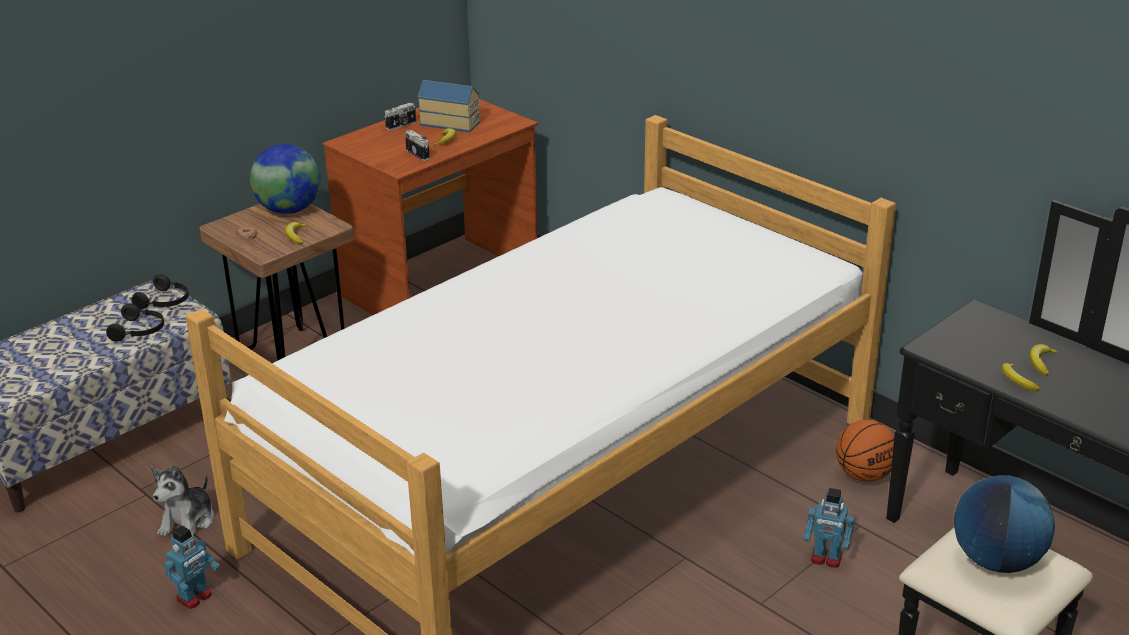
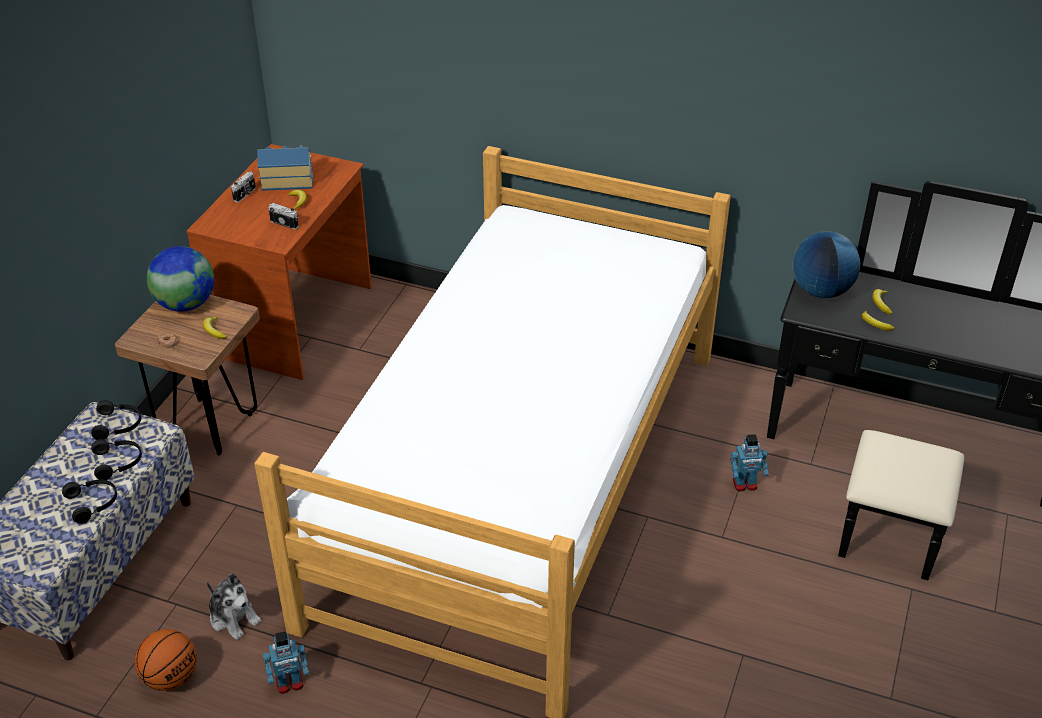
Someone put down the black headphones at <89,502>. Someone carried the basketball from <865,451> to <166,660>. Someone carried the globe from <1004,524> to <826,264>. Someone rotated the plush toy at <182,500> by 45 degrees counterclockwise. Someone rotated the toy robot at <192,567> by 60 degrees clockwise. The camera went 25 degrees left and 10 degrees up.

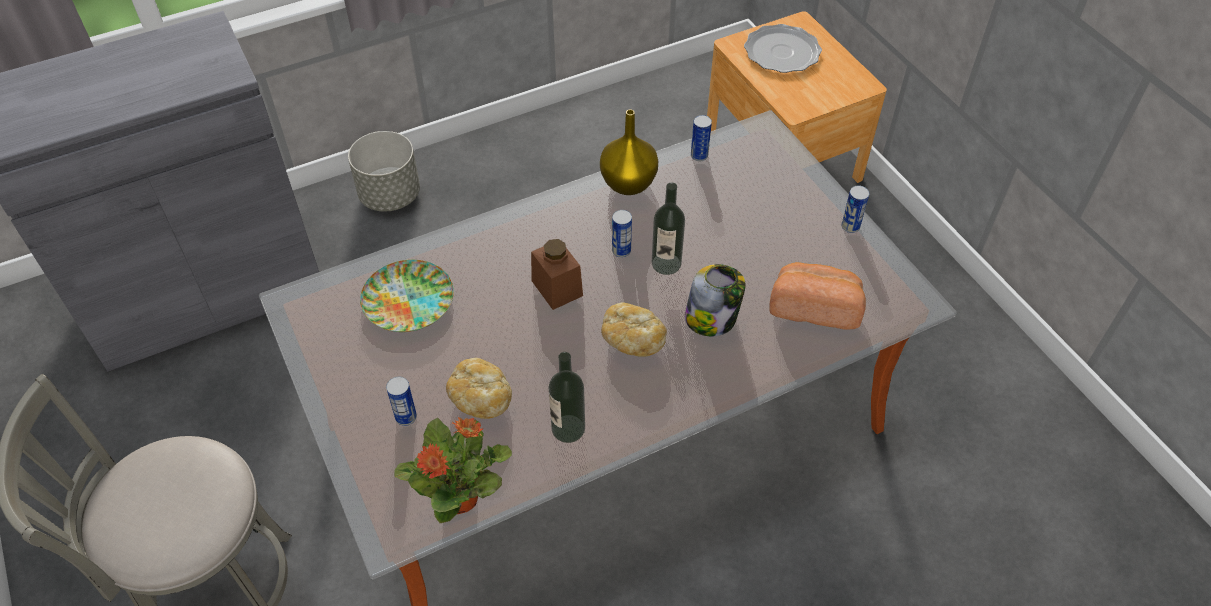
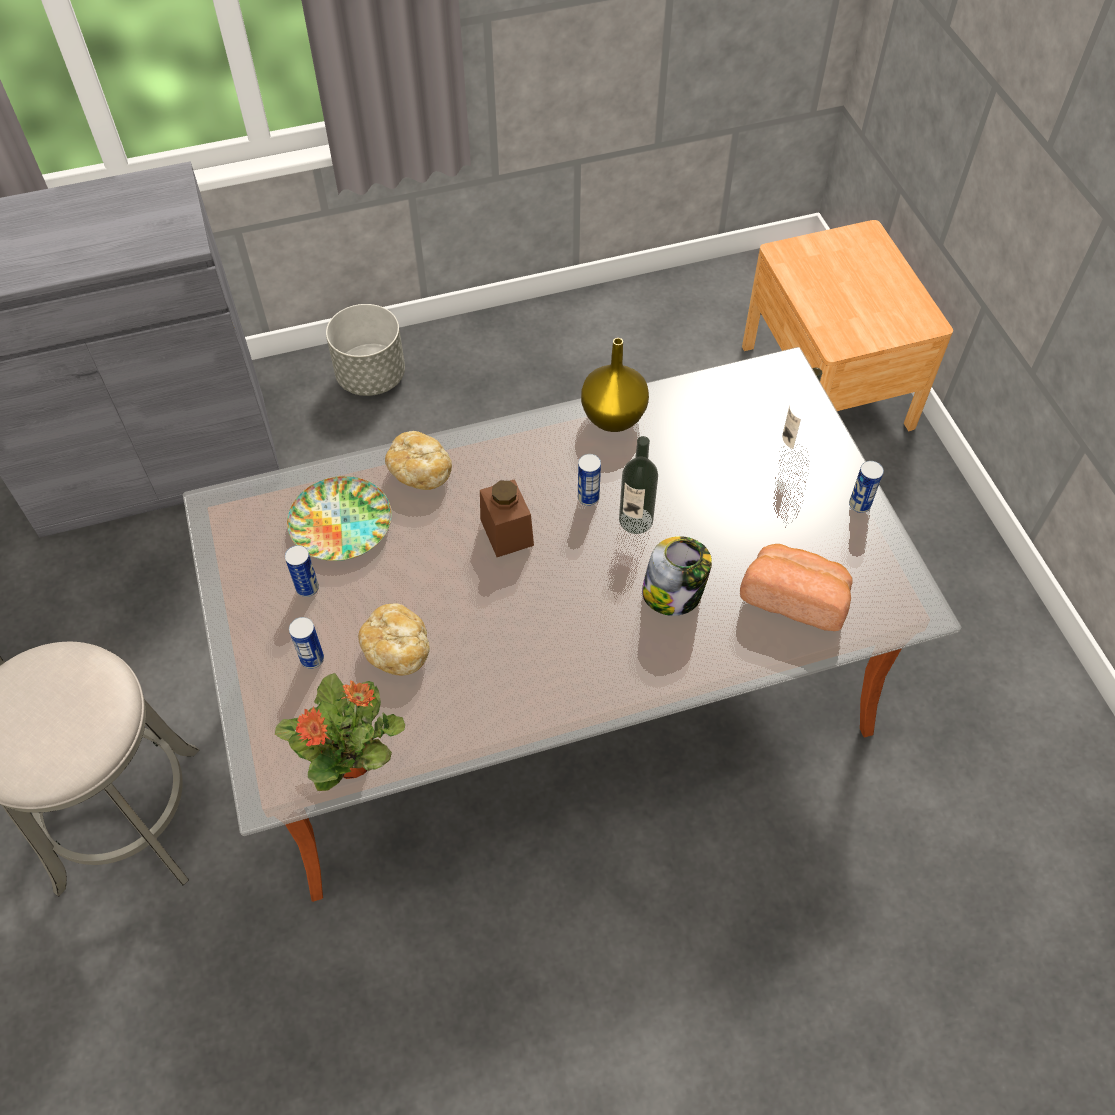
Someone took away the plate at <783,48>. Someone carried the bottle from <566,397> to <802,417>. Someone carried the bread from <634,330> to <418,460>. Someone carried the can from <701,138> to <302,571>. The camera went 10 degrees right and 5 degrees up.

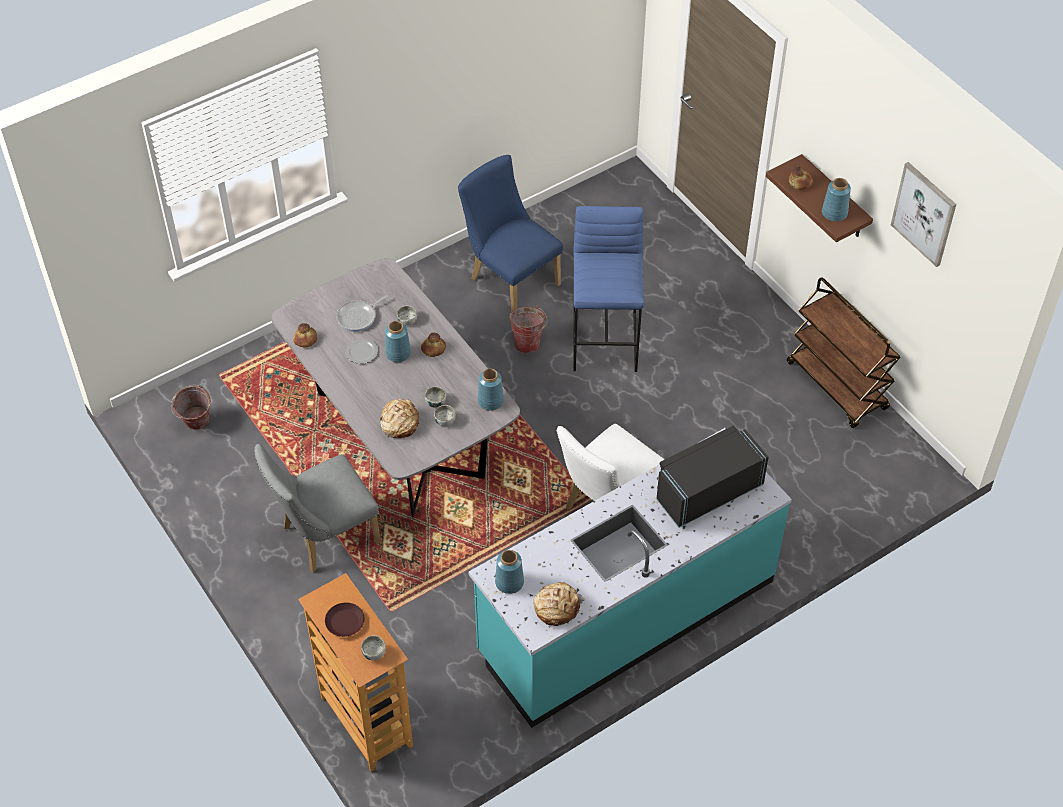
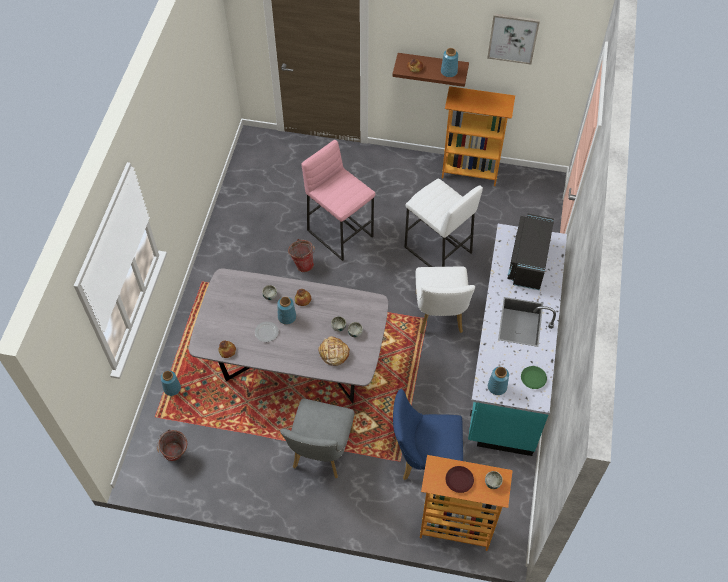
Someone took away the frying pan at <362,313>. Someone put down the white stool at <443,223>. Someone carried the blue chair from <510,233> to <428,434>. Someone carried the blue vase from <491,390> to <171,383>. Someone swapped the bread at <559,604> for the green plate at <534,377>. Someone swapped the brown cart at <844,352> for the bookcase at <478,136>. Someone repainted the blue stool at <608,289>, which became the pink stool at <338,200>. The camera went 45 degrees left and 5 degrees up.

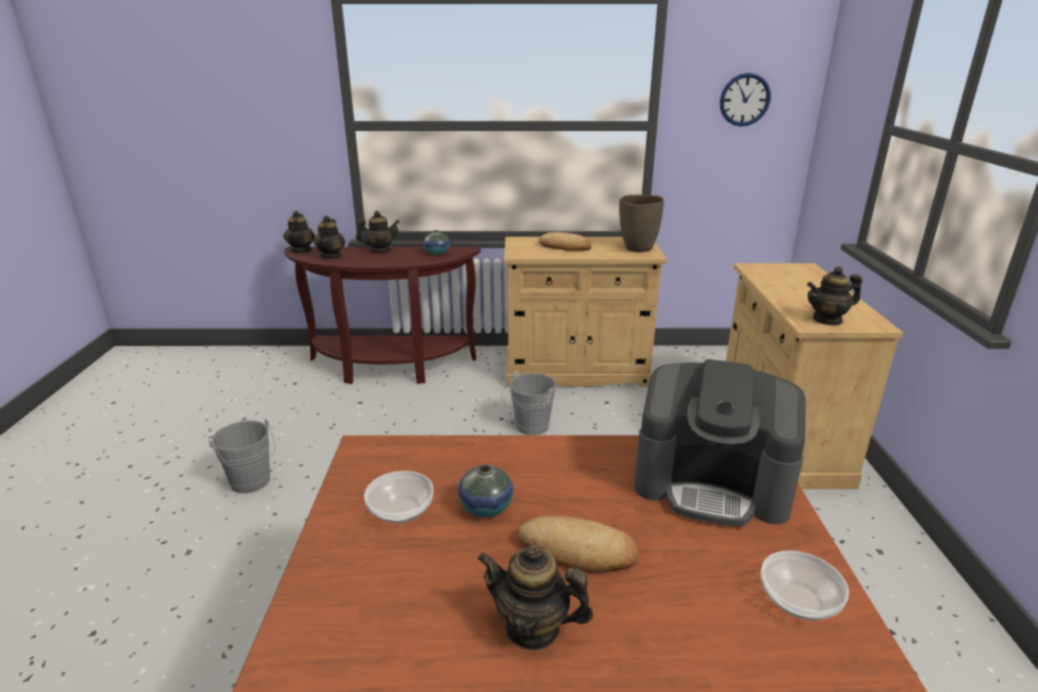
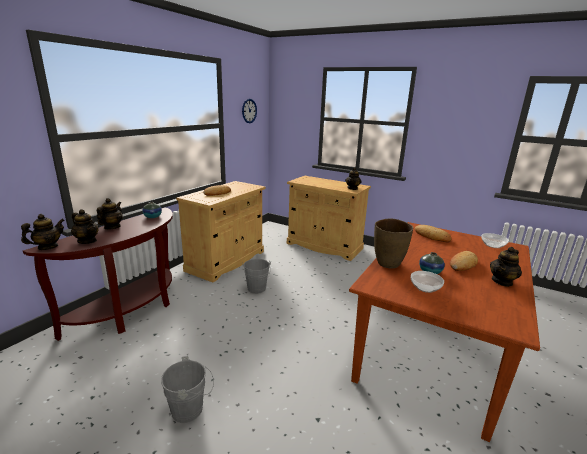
Someone carried the brown vase from <641,223> to <393,243>. Someone swapped the coffee machine at <720,442> for the bread at <433,233>. Someone rotated the teapot at <299,231> by 75 degrees counterclockwise. The camera went 60 degrees left and 5 degrees down.

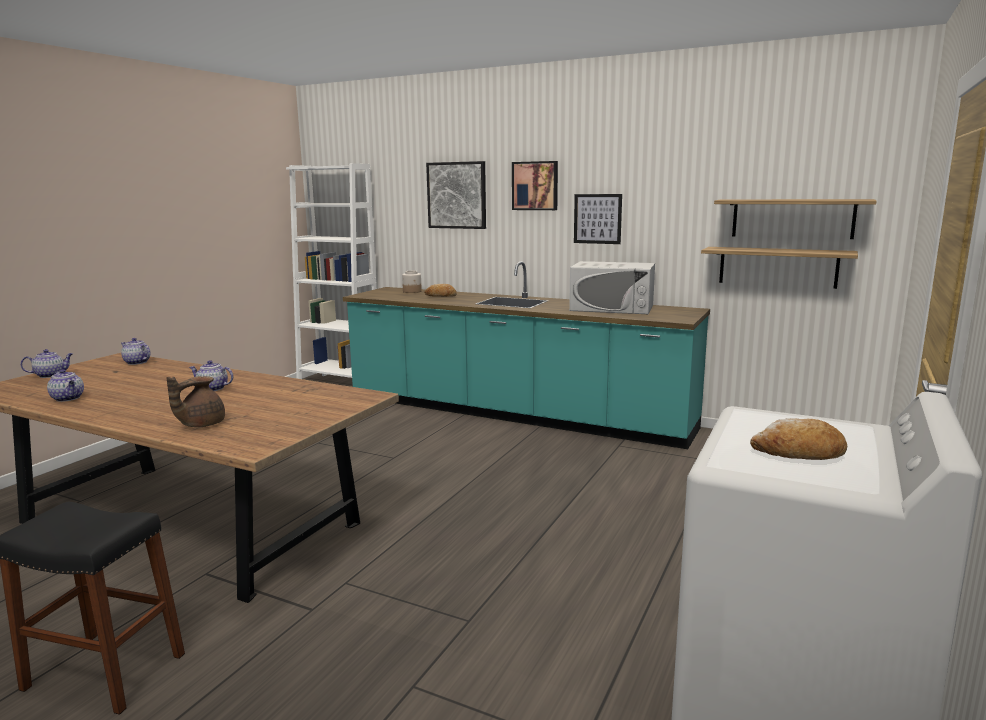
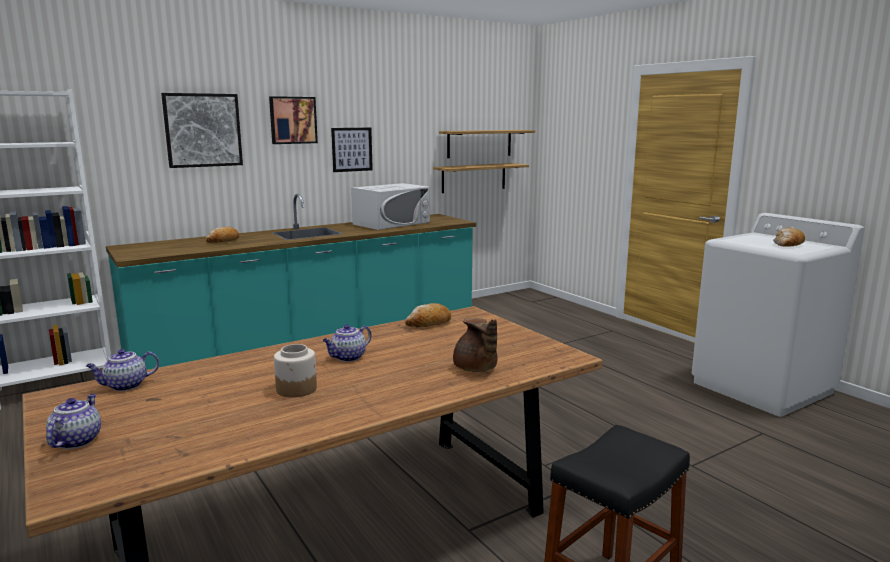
Someone took away the teapot at <65,385>. Someone put down the bread at <428,315>. Someone carried the jar from <412,282> to <295,370>. The camera went 60 degrees left and 0 degrees up.

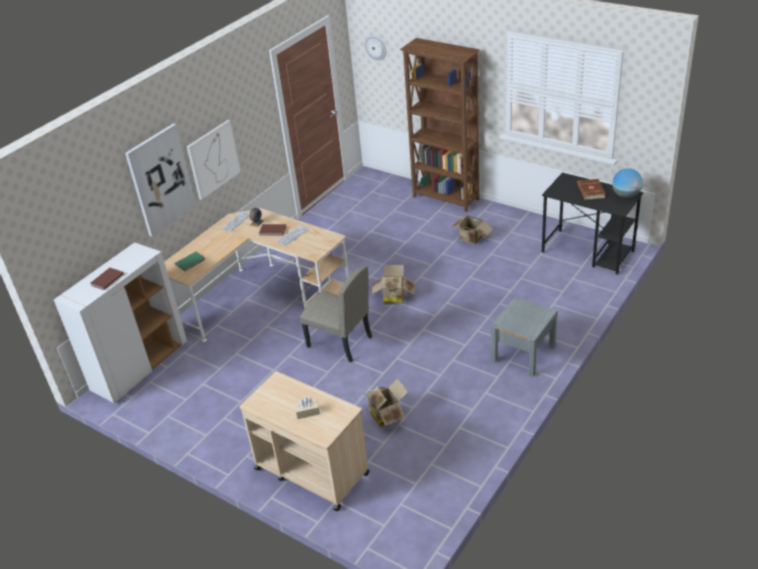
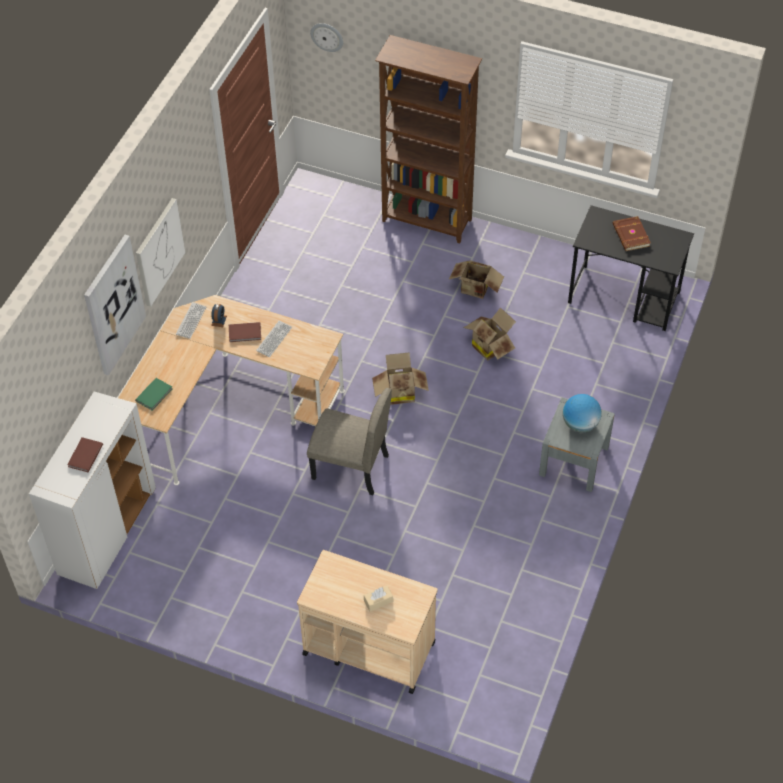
Someone carried the cardboard box from <385,402> to <490,333>. Someone carried the globe from <627,183> to <582,413>. The camera went 15 degrees left and 15 degrees up.

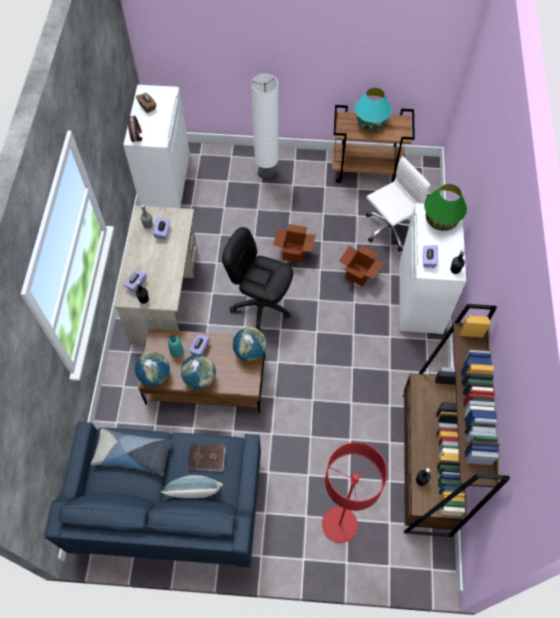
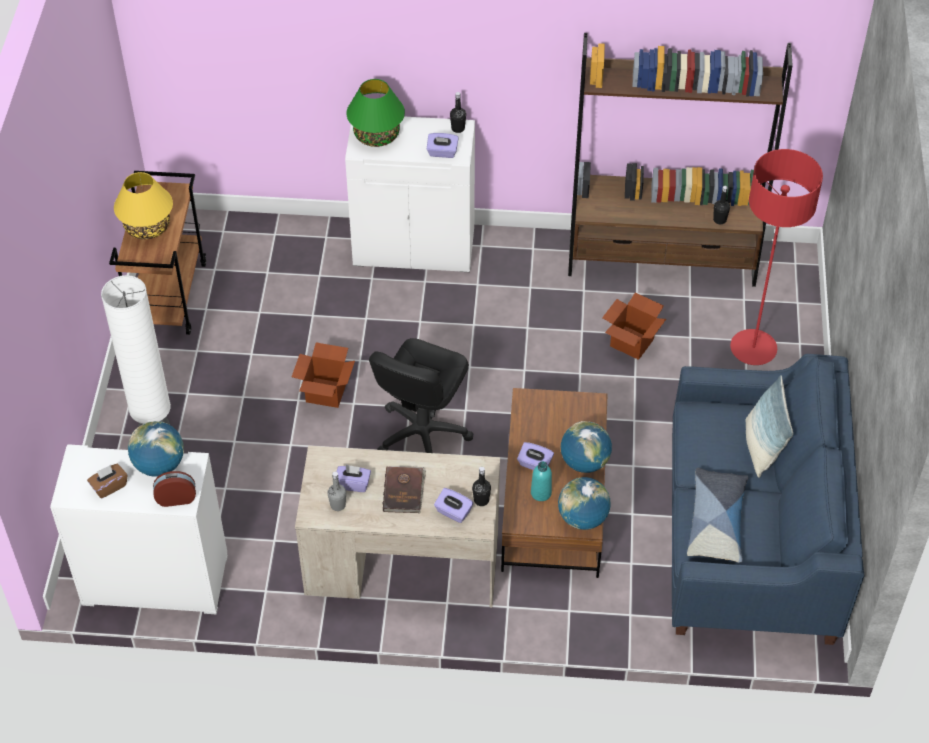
Someone took away the white office chair at <398,204>. Someone carried the brown book from <206,457> to <404,489>. Someone carried the globe from <250,344> to <156,448>. Someone carried the cardboard box from <361,266> to <634,326>. Someone repainted the turquoise table lamp at <373,109>, which became the yellow table lamp at <143,205>. The camera went 90 degrees left and 10 degrees down.

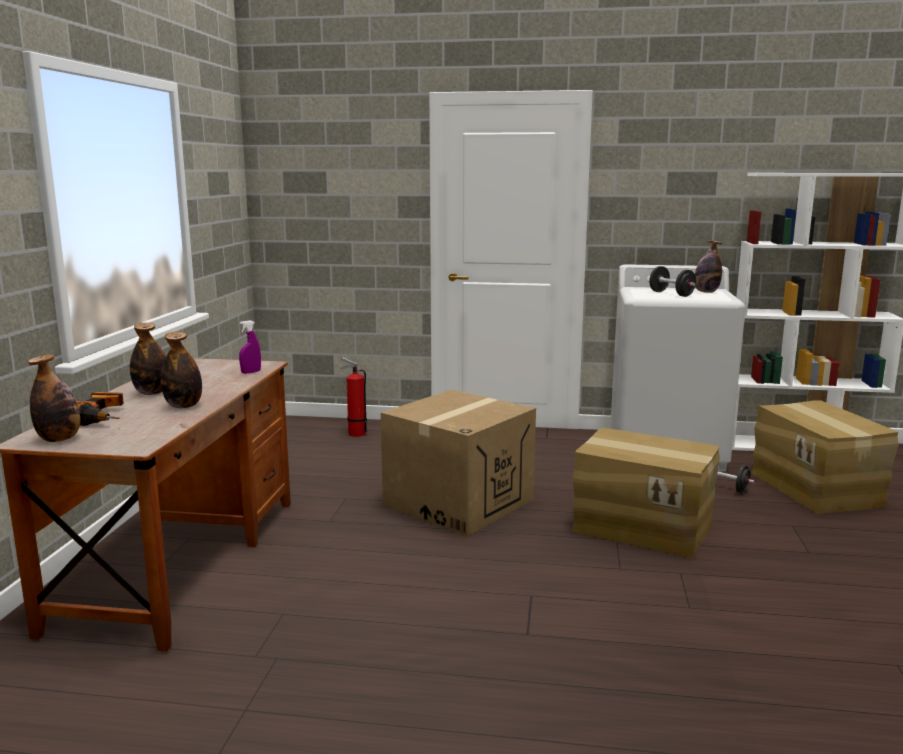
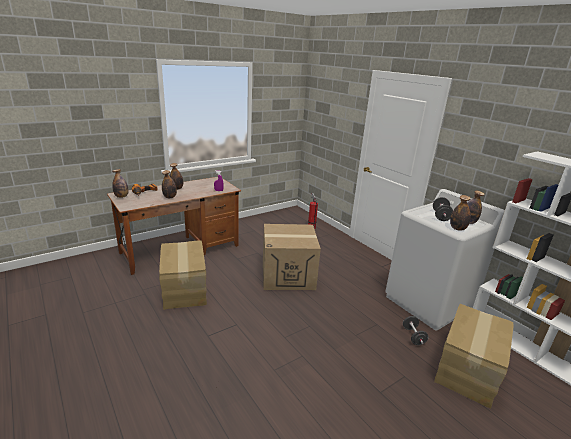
Someone put down the bottle at <460,213>. Someone carried the cardboard box from <646,493> to <183,275>. The camera went 45 degrees right and 10 degrees up.

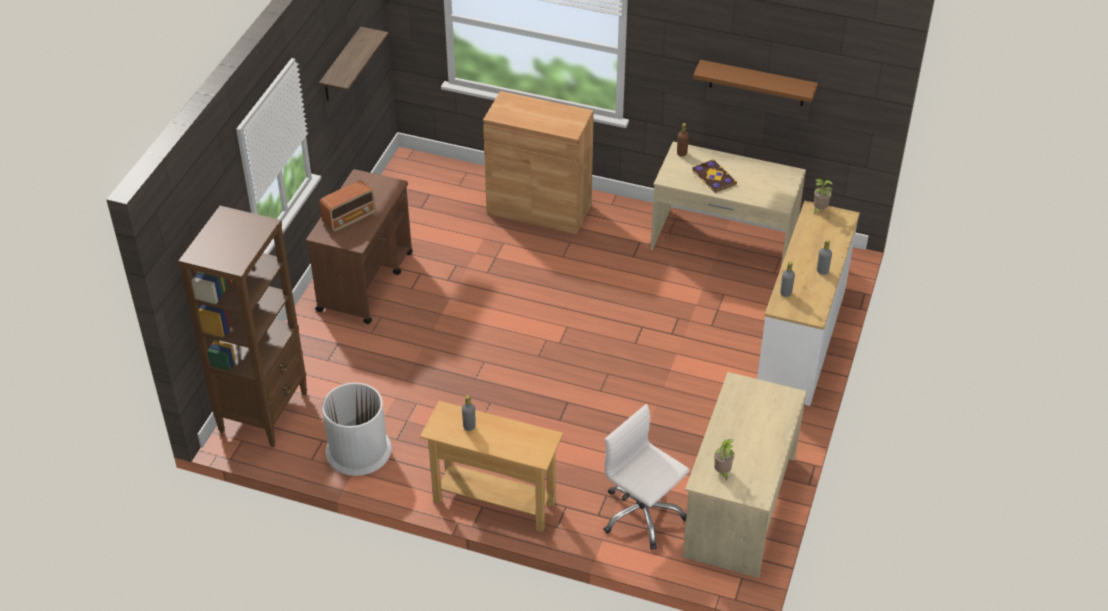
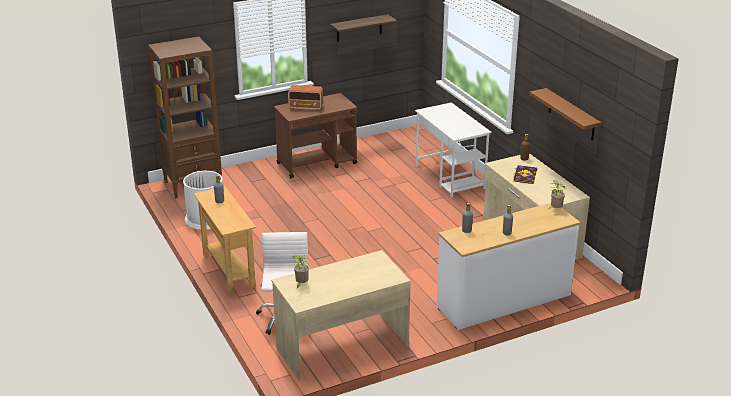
Someone swapped the brown cabinet at <538,162> for the white desk at <453,149>. The camera went 45 degrees right and 15 degrees down.

